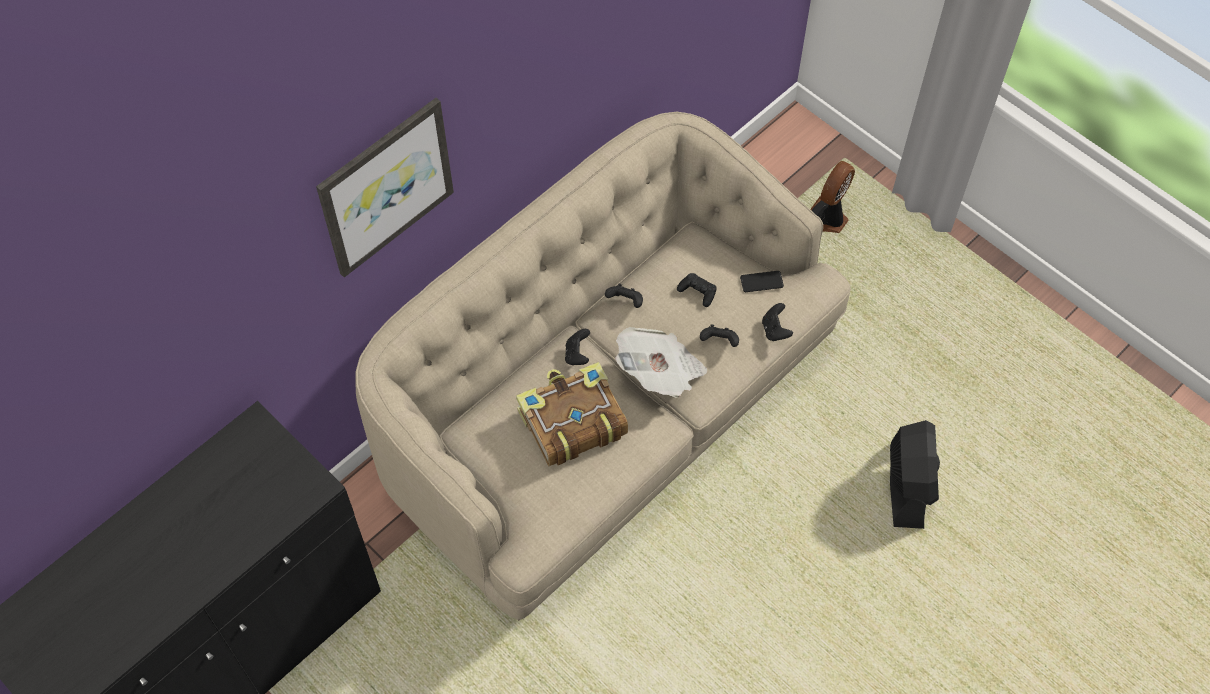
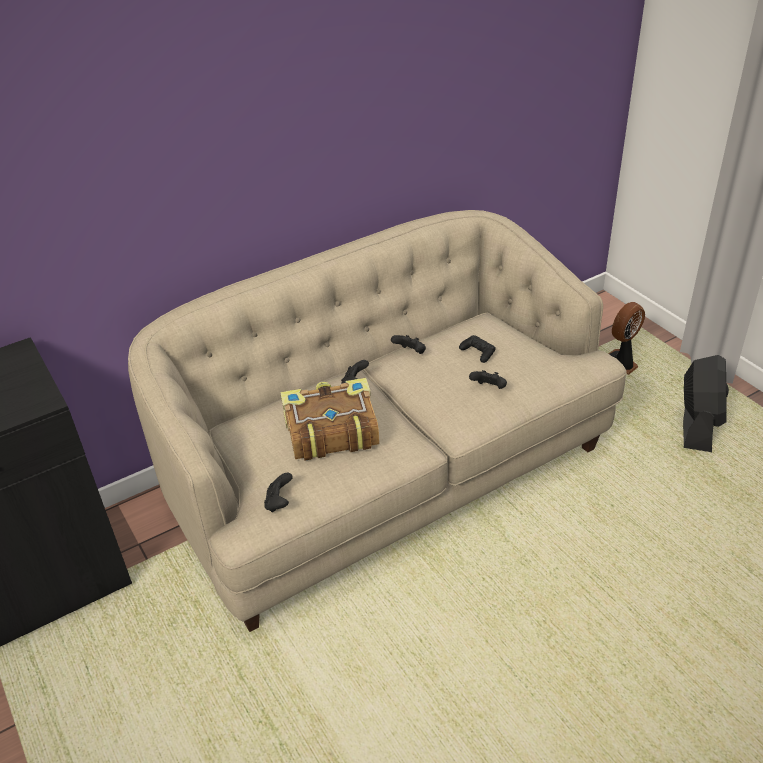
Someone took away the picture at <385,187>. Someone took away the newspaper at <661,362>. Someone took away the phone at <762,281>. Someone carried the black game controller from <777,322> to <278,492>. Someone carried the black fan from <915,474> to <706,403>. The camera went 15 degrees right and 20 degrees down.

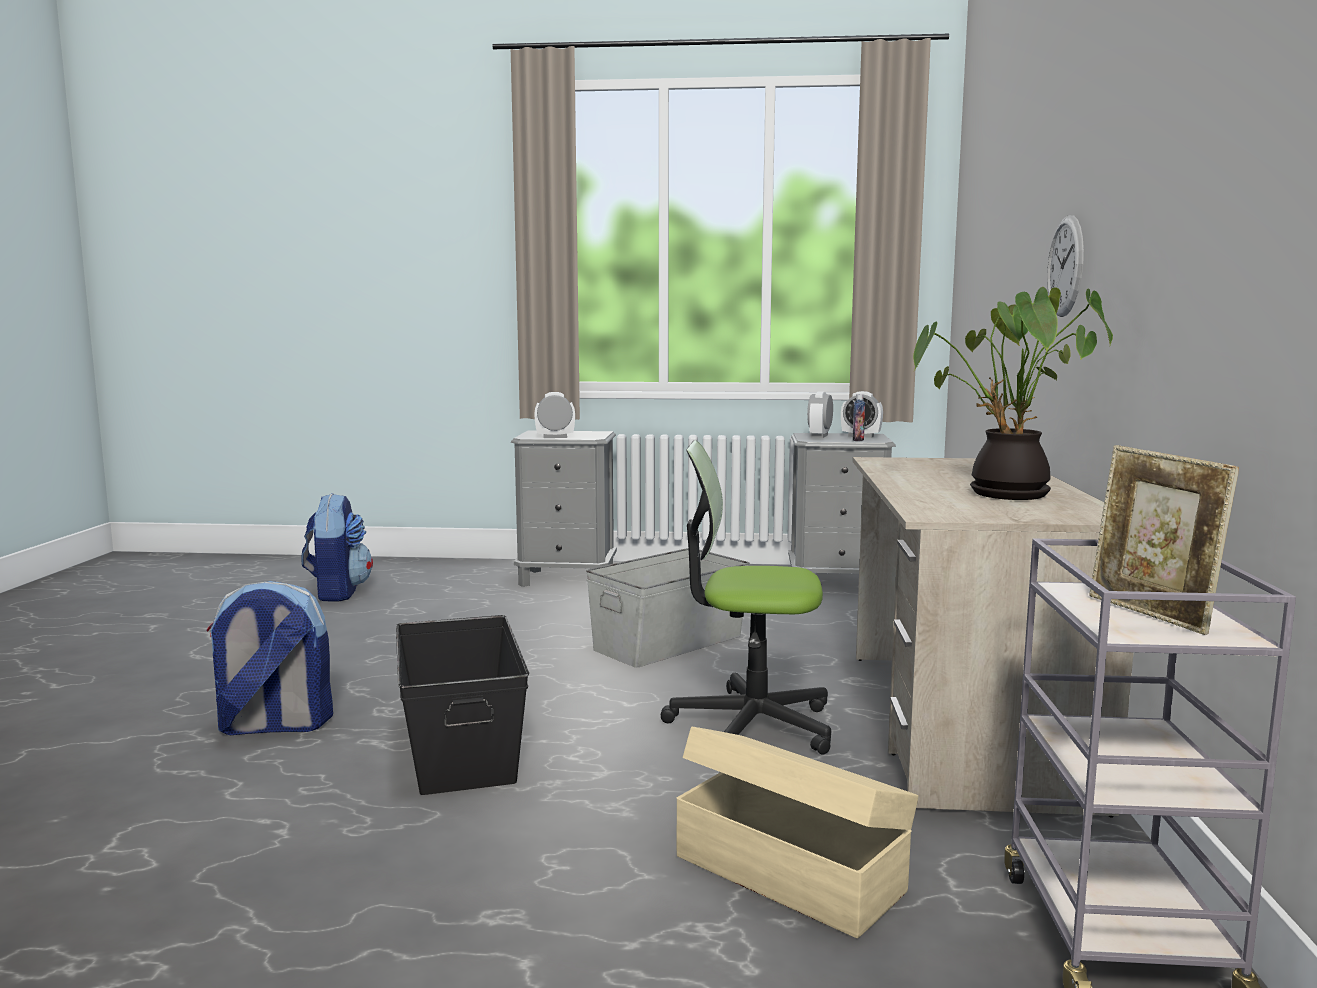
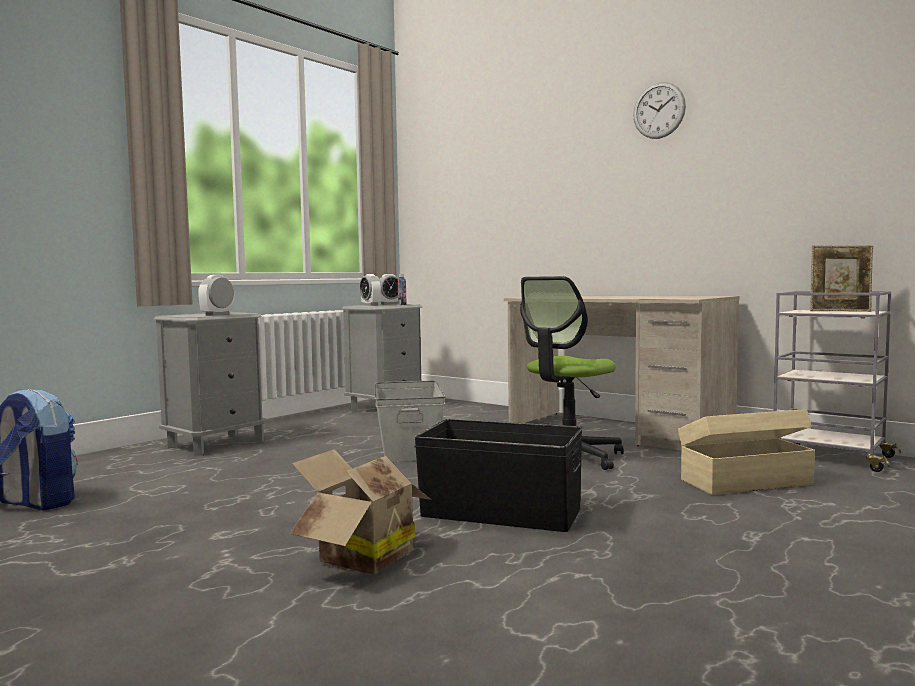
Someone took away the potted plant at <1013,393>. Someone carried the wall clock from <1065,266> to <659,110>. Someone swapped the backpack at <270,658> for the cardboard box at <361,511>. The camera went 55 degrees left and 5 degrees down.

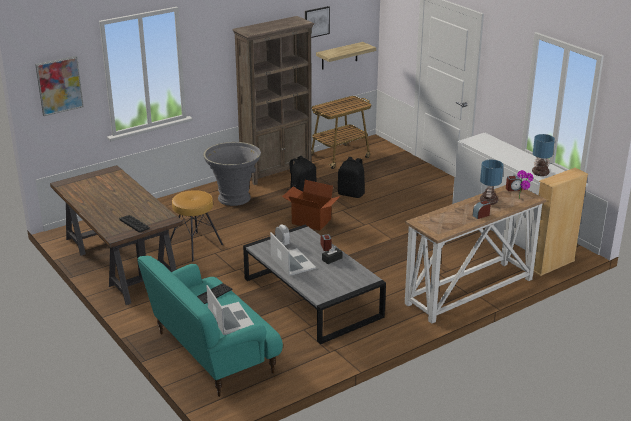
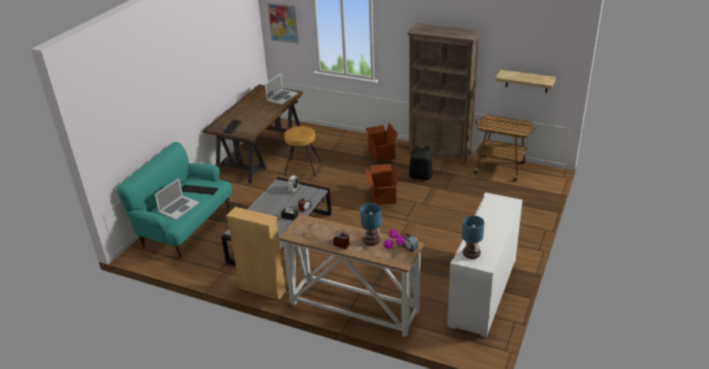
Someone took away the picture at <317,22>. Someone took away the black backpack at <351,177>. Someone carried the laptop from <293,254> to <281,89>. Someone carried the beige bookcase from <561,222> to <256,253>. Someone swapped the grey planter at <232,174> for the cardboard box at <380,143>. The camera went 60 degrees right and 5 degrees up.

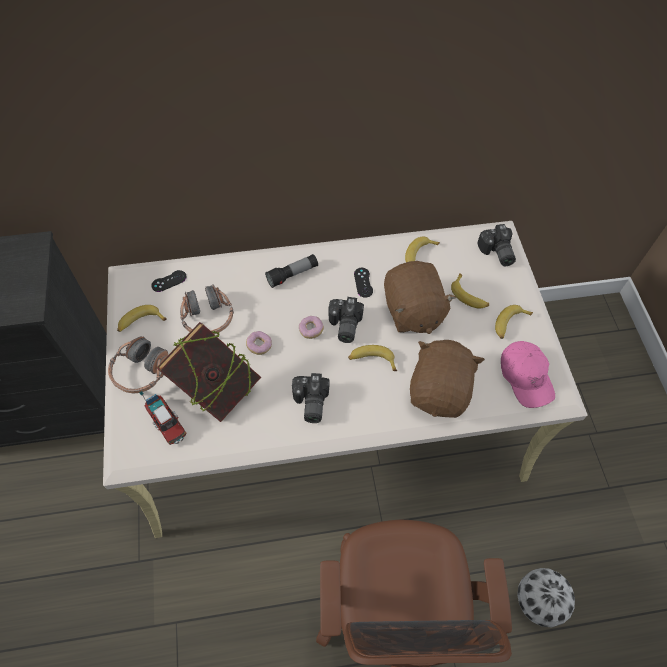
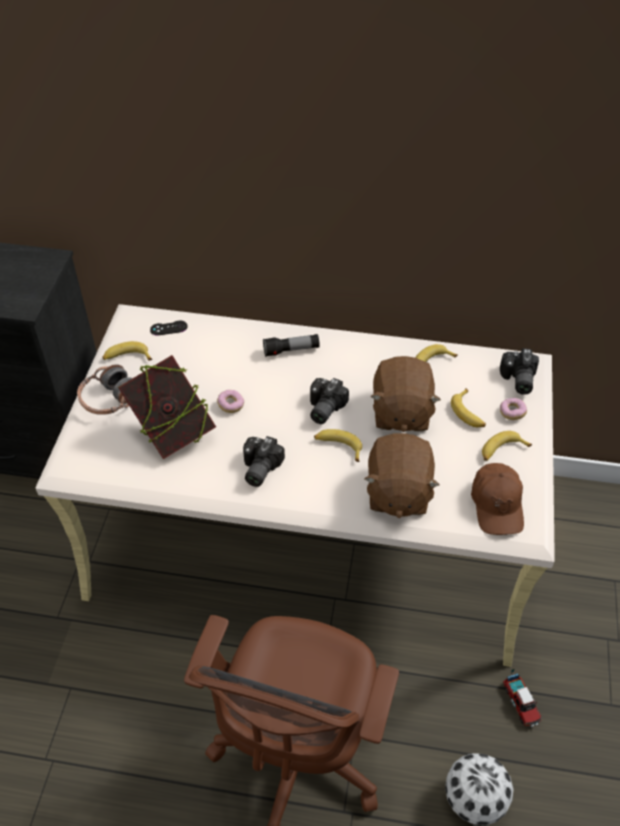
Someone took away the headphones at <207,309>. Someone took away the black game controller at <363,283>. Someone carried the toy truck from <163,418> to <522,698>. Someone carried the donut from <311,327> to <513,409>. Someone repainted the pink cap at <528,374>, which became the brown cap at <497,499>. Someone rotated the brown plush toy at <447,379> by 150 degrees clockwise. The camera went 20 degrees right and 10 degrees down.

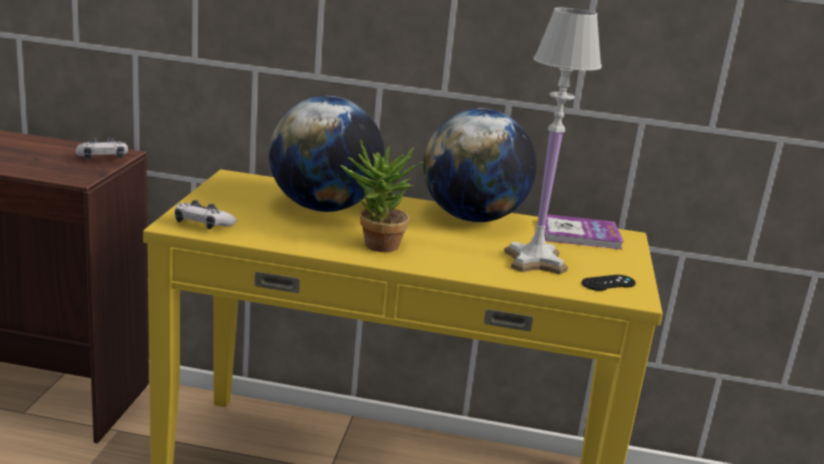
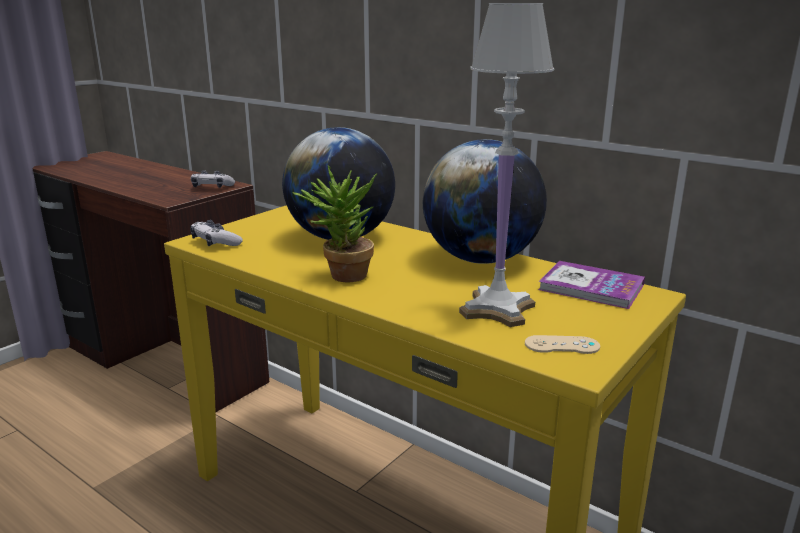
Someone repainted the black game controller at <609,283>, which became the beige game controller at <562,344>. The camera went 30 degrees right and 0 degrees up.

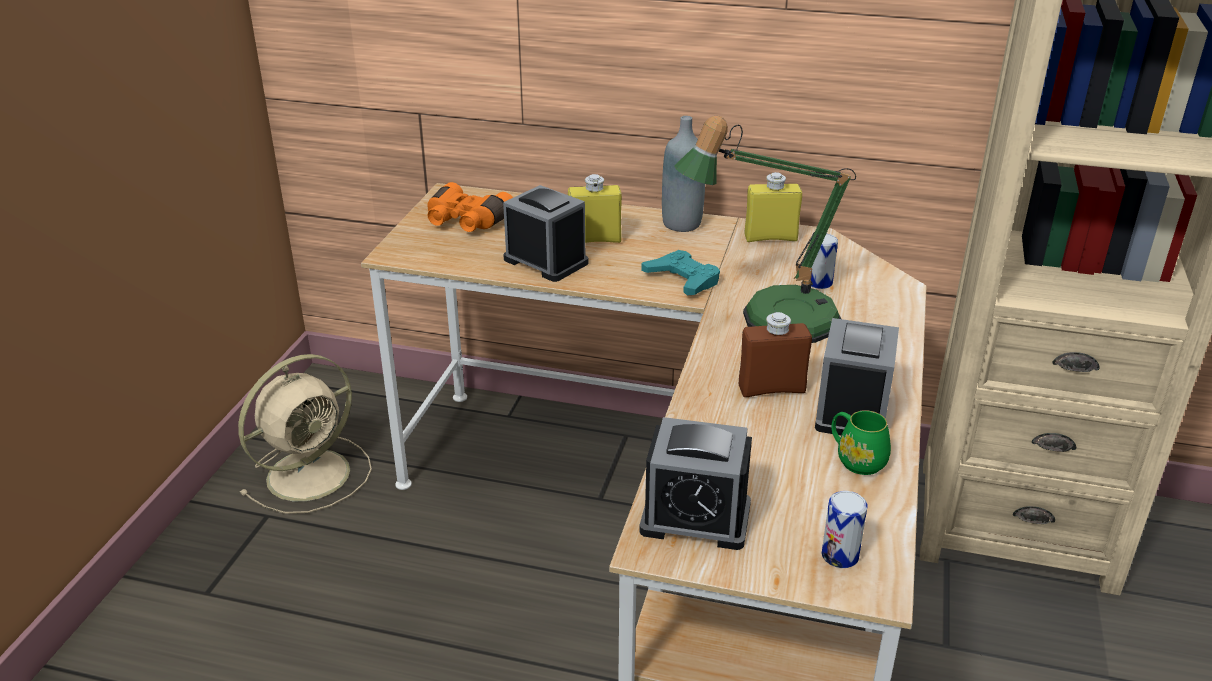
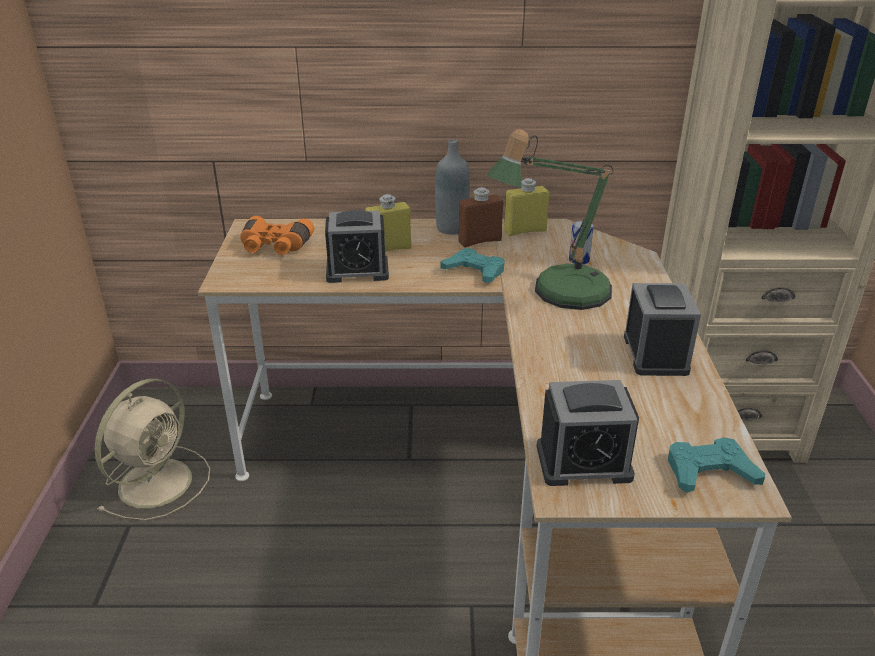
Someone took away the green mug at <861,442>. Someone carried the brown bottle from <775,354> to <480,217>. Someone swapped the can at <844,529> for the turquoise game controller at <716,465>. Someone rotated the alarm clock at <546,233> by 150 degrees clockwise. The camera went 15 degrees left and 0 degrees up.

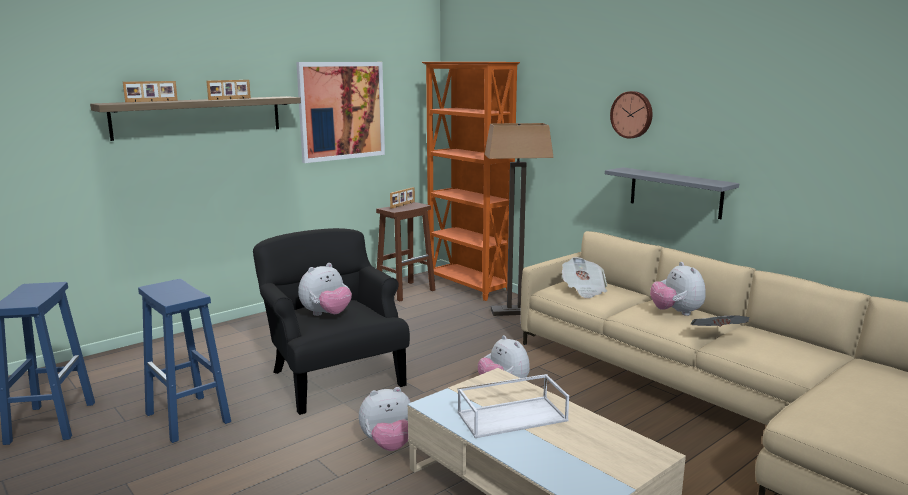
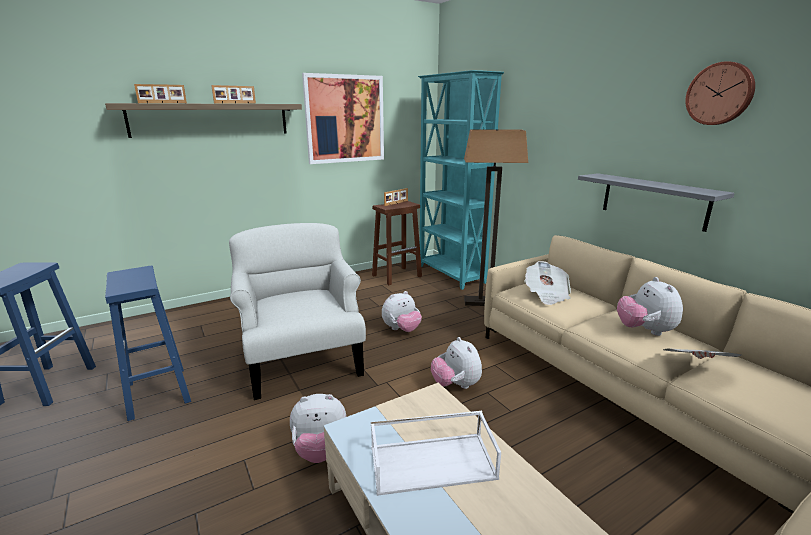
Someone carried the plush toy from <325,289> to <402,311>. Someone carried the wall clock from <631,115> to <720,93>. Someone repainted the black armchair at <331,321>, which became the white armchair at <297,311>. Someone repainted the orange bookcase at <471,181>, which became the turquoise bookcase at <461,180>. The camera went 10 degrees right and 5 degrees up.

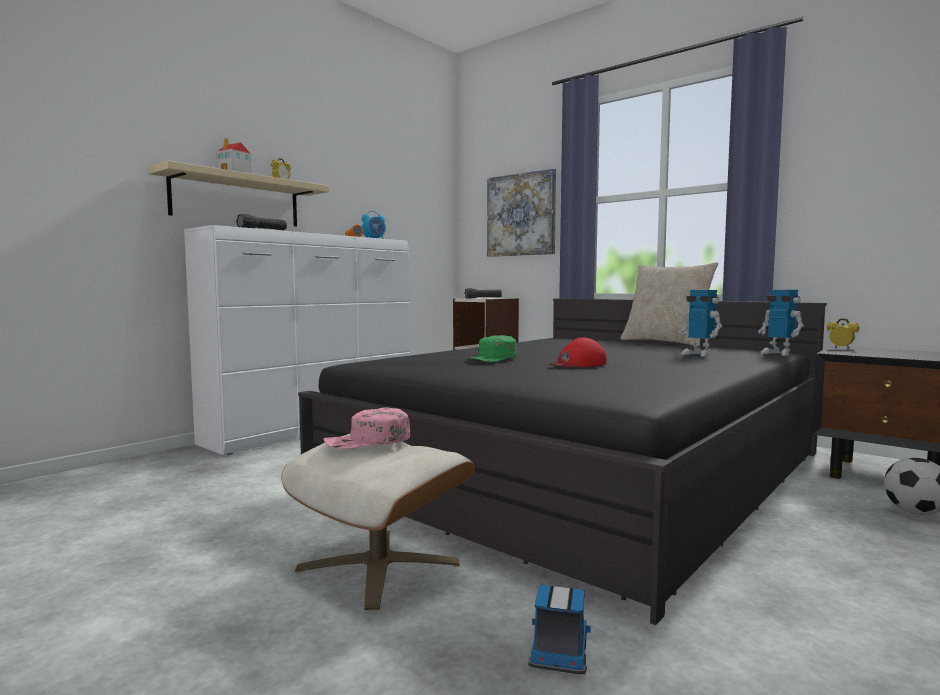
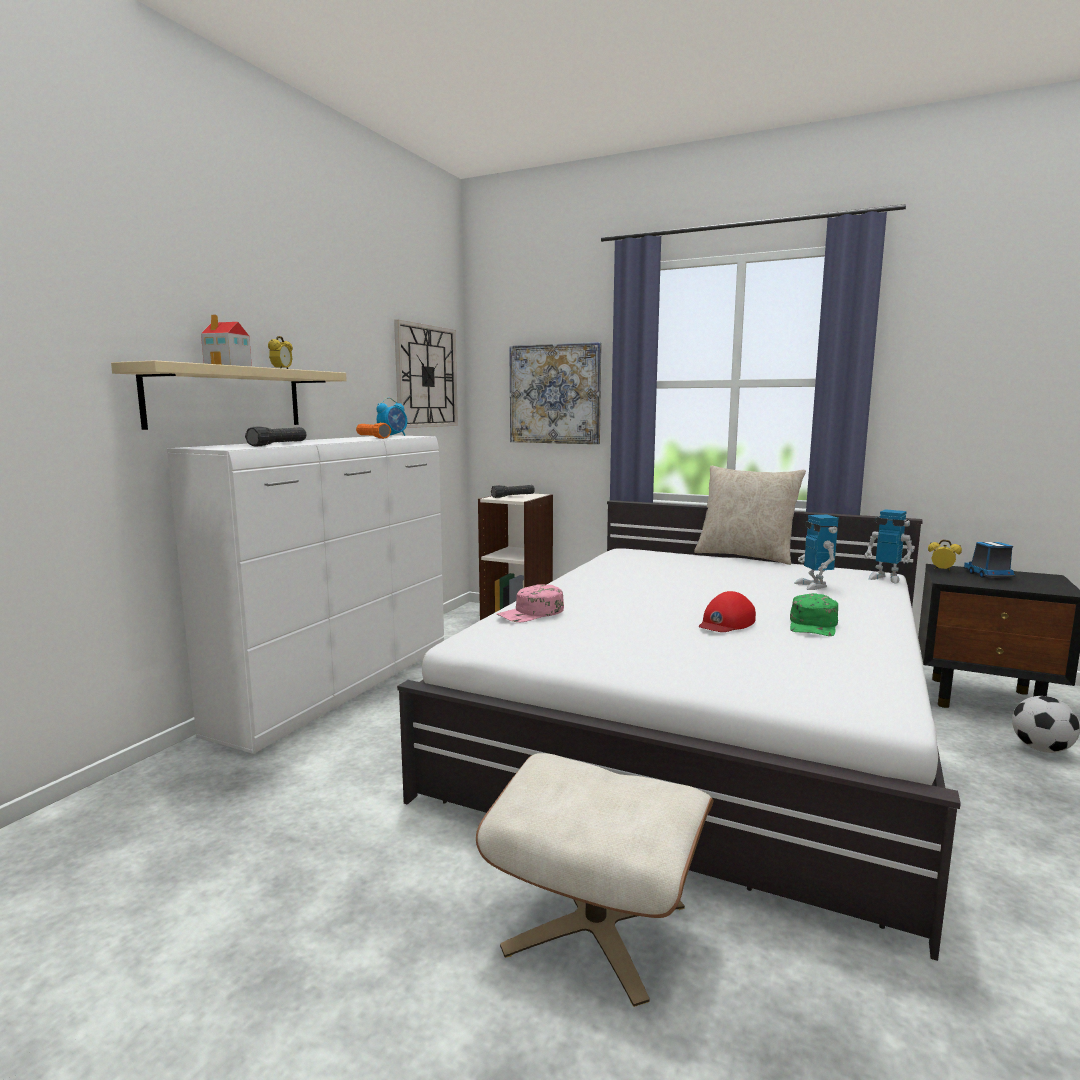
Someone put up the wall clock at <426,374>. Someone carried the pink cap from <367,428> to <530,603>. Someone carried the green cap from <492,348> to <814,614>. Someone carried the toy truck from <559,629> to <989,560>. Someone repainted the black bed at <562,462>, which became the white bed at <679,730>. Someone rotated the toy robot at <700,323> by 45 degrees clockwise. The camera went 15 degrees left and 5 degrees up.

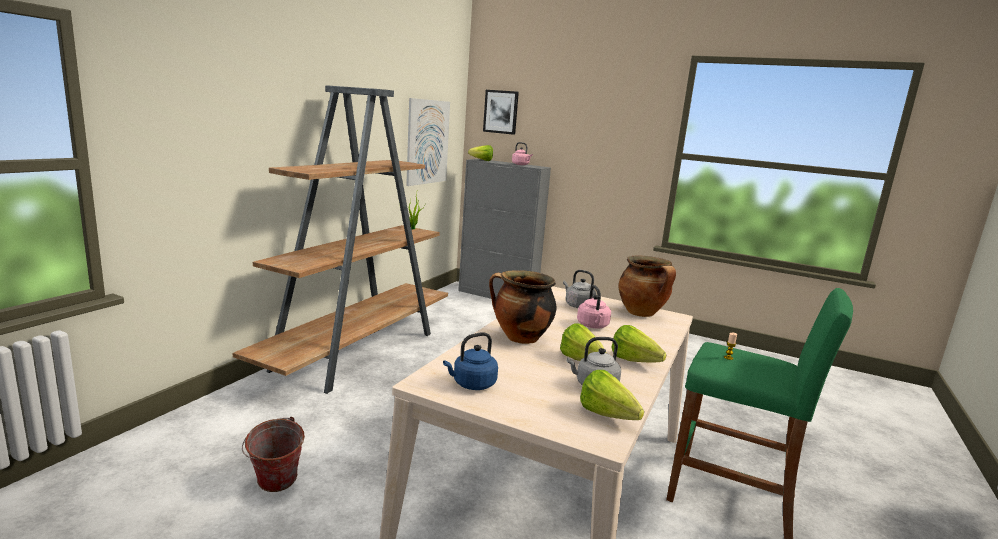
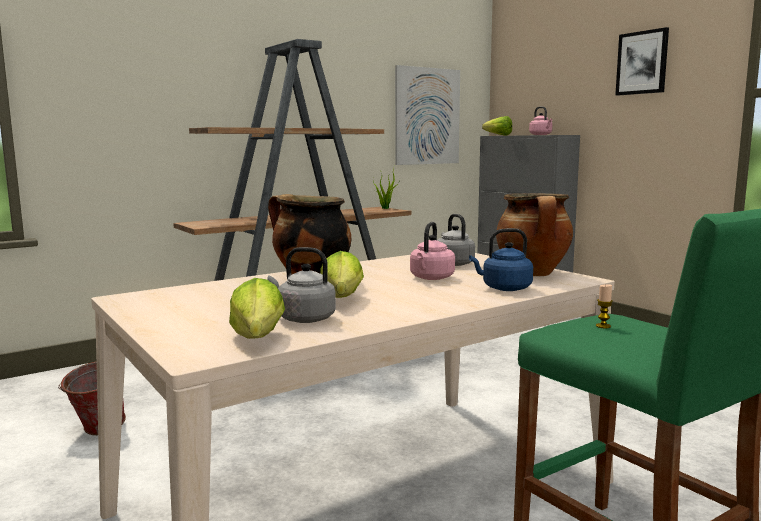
Someone took away the lettuce at <638,343>. Someone carried the blue kettle from <470,361> to <501,259>. Someone carried the picture from <501,112> to <642,61>. The camera went 30 degrees right and 5 degrees down.

